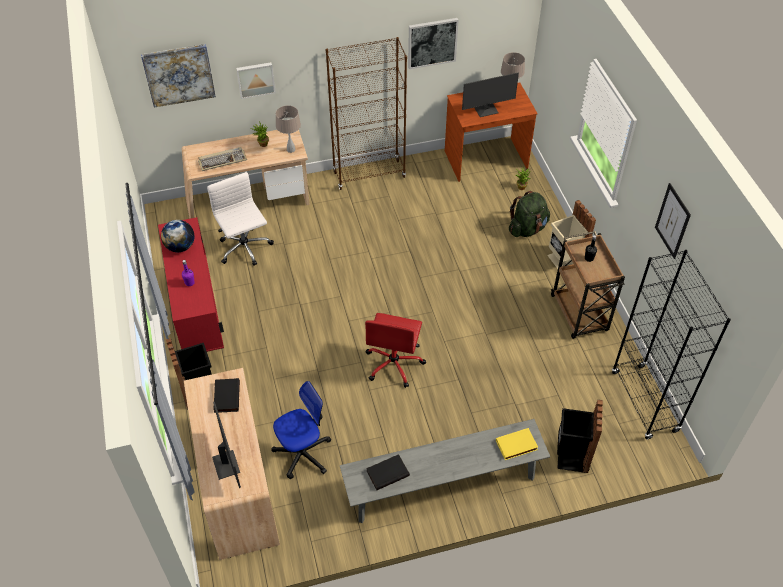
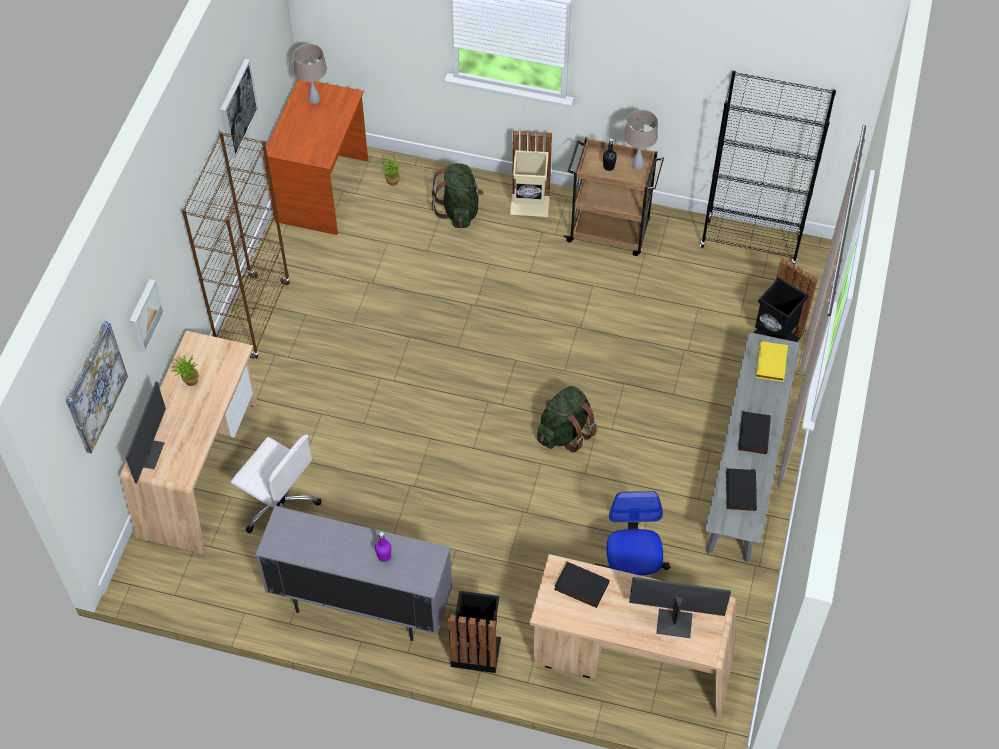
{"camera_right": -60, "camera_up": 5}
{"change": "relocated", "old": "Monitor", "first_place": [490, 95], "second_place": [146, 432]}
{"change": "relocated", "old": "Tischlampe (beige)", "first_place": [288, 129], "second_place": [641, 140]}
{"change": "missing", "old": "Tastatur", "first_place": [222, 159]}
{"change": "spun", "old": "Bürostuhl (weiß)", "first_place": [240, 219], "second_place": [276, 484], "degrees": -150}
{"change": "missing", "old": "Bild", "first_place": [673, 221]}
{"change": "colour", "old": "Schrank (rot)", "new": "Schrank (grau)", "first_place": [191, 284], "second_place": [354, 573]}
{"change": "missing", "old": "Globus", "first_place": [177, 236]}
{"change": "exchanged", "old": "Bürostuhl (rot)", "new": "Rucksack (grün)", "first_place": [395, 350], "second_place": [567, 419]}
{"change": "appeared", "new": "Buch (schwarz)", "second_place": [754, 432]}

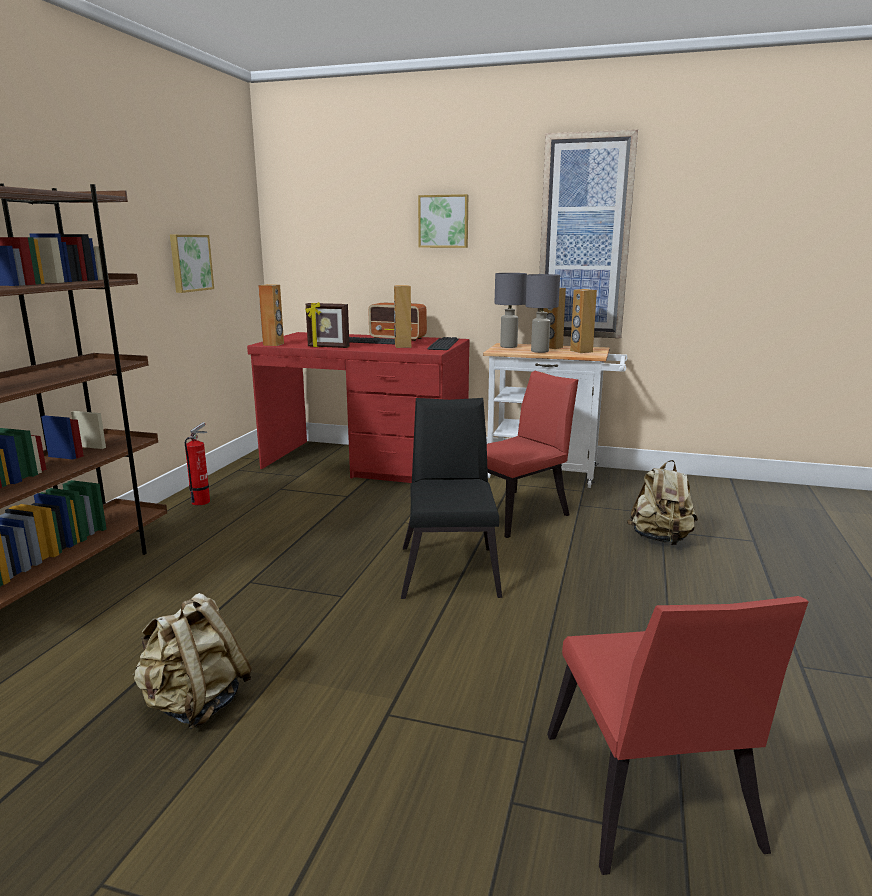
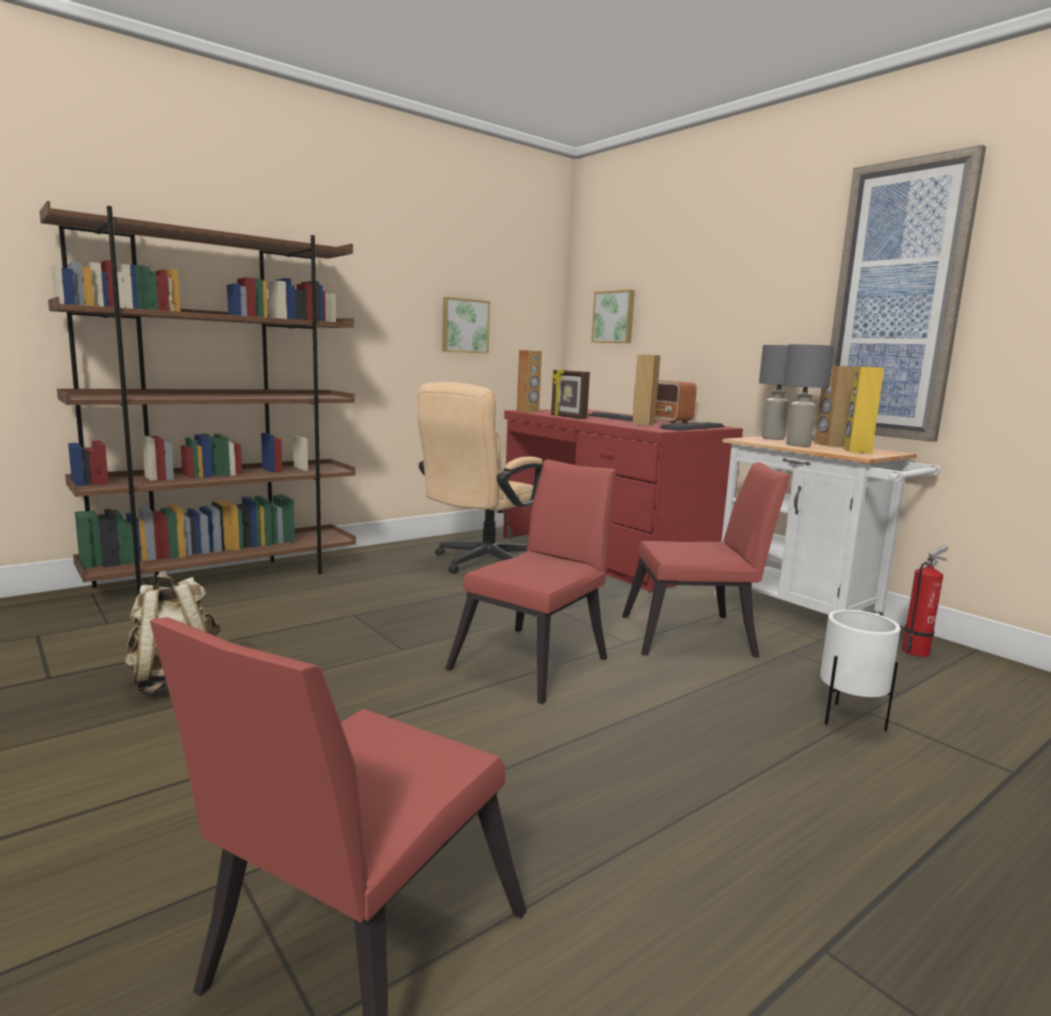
{"camera_right": 35, "camera_up": -5}
{"change": "relocated", "old": "Bild", "first_place": [443, 221], "second_place": [613, 316]}
{"change": "colour", "old": "Lautsprecher (braun)", "new": "Lautsprecher (gelb)", "first_place": [583, 321], "second_place": [864, 410]}
{"change": "colour", "old": "Stuhl (schwarz)", "new": "Stuhl (rot)", "first_place": [451, 498], "second_place": [531, 581]}
{"change": "relocated", "old": "Feuerlöscher", "first_place": [197, 463], "second_place": [925, 601]}
{"change": "exchanged", "old": "Rucksack (beige)", "new": "Pflanzkübel (weiß)", "first_place": [662, 502], "second_place": [860, 670]}
{"change": "appeared", "new": "Bürostuhl (beige)", "second_place": [480, 478]}

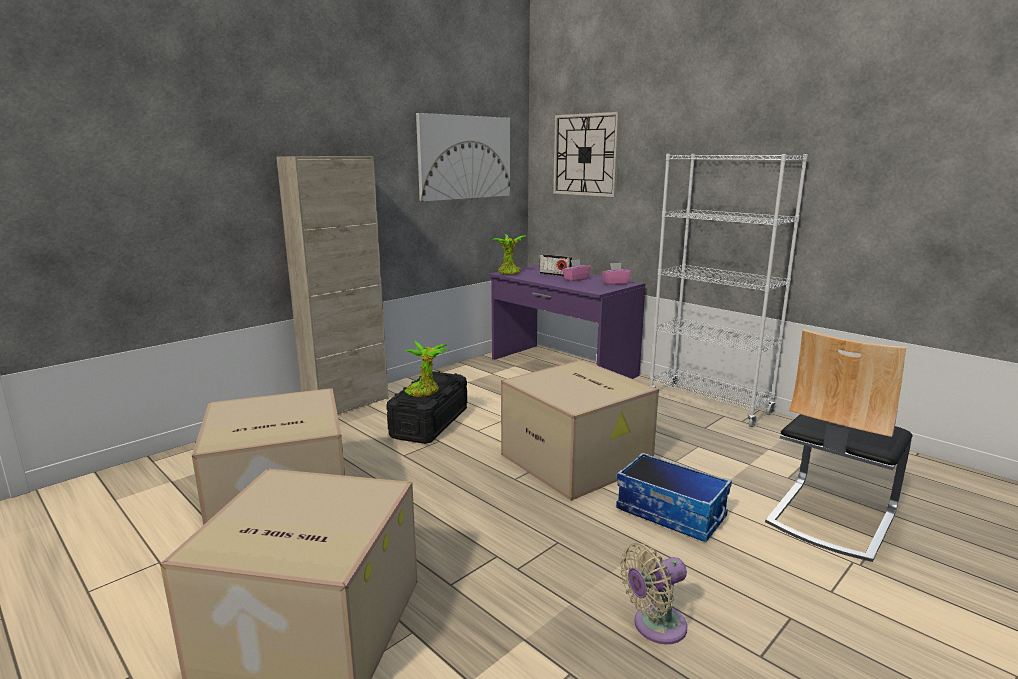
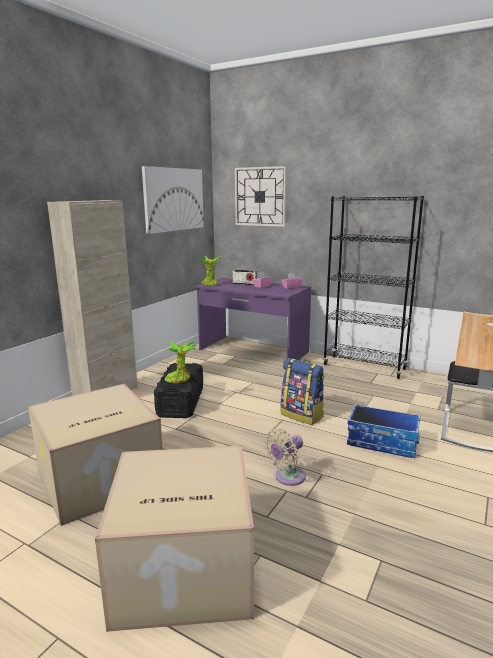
{"camera_right": -15, "camera_up": 0}
{"change": "colour", "old": "Bücherregal (weiß)", "new": "Bücherregal (schwarz)", "first_place": [729, 290], "second_place": [373, 287]}
{"change": "exchanged", "old": "Karton", "new": "Rucksack", "first_place": [580, 430], "second_place": [302, 391]}
{"change": "relocated", "old": "Ventilator (beige)", "first_place": [653, 593], "second_place": [285, 457]}

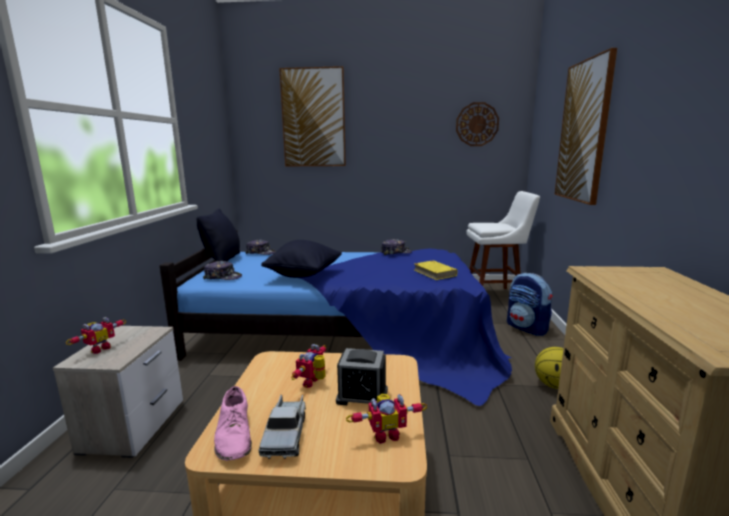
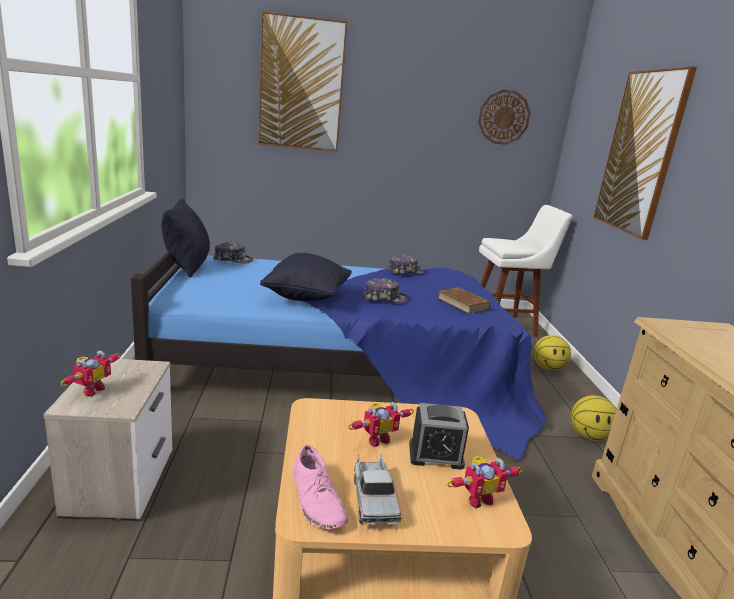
{"camera_right": -10, "camera_up": 5}
{"change": "colour", "old": "Buch (gelb)", "new": "Buch (braun)", "first_place": [435, 270], "second_place": [464, 300]}
{"change": "relocated", "old": "Kappe", "first_place": [222, 270], "second_place": [386, 290]}
{"change": "exchanged", "old": "Rucksack", "new": "Basketball", "first_place": [530, 304], "second_place": [552, 353]}
{"change": "spun", "old": "Spielzeugroboter", "first_place": [308, 366], "second_place": [381, 424], "degrees": -135}

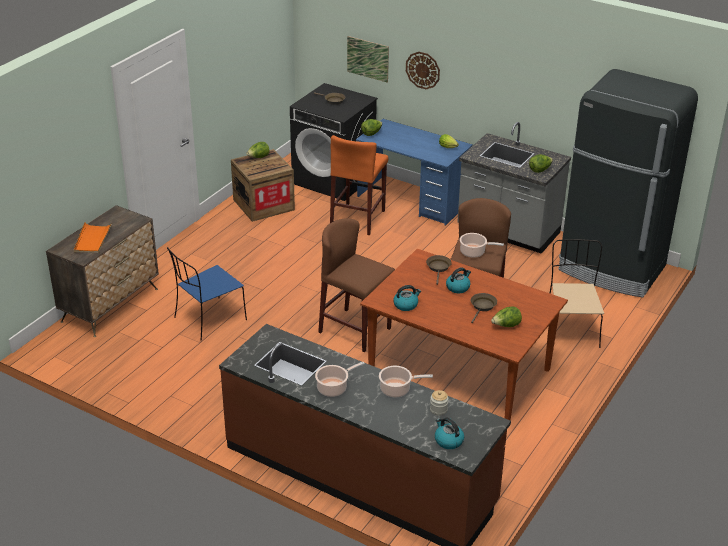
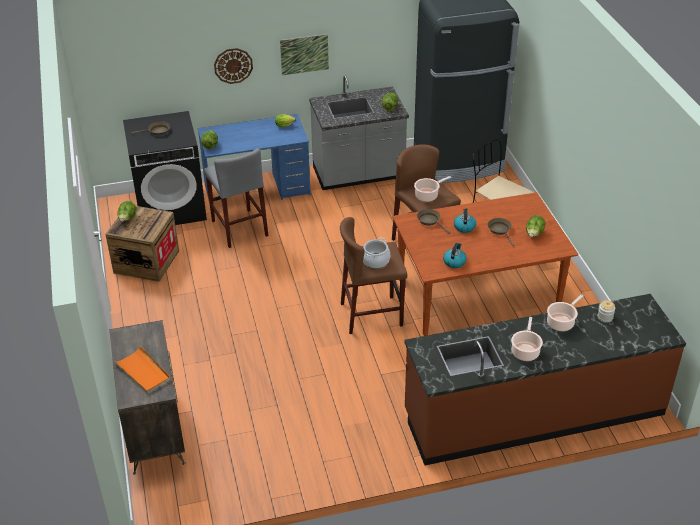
{"camera_right": -45, "camera_up": 5}
{"change": "relocated", "old": "Bild", "first_place": [368, 59], "second_place": [304, 54]}
{"change": "colour", "old": "Hocker (orange)", "new": "Hocker (grau)", "first_place": [359, 185], "second_place": [236, 198]}
{"change": "missing", "old": "Stuhl (blau)", "first_place": [207, 293]}
{"change": "missing", "old": "Wasserkessel", "first_place": [449, 433]}
{"change": "appeared", "new": "Kochtopf", "second_place": [376, 252]}

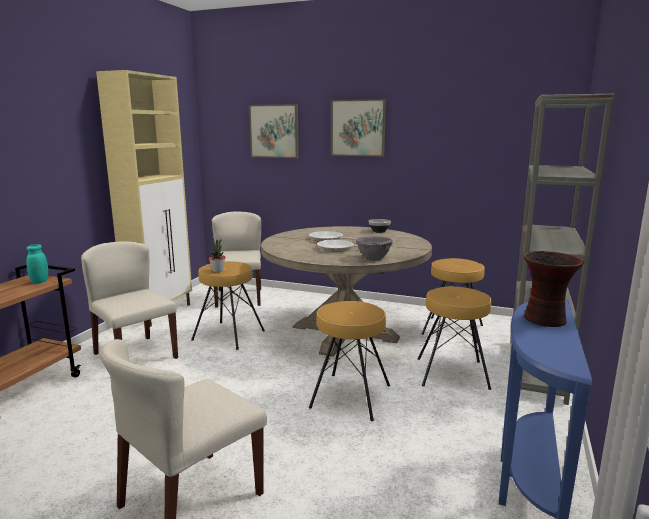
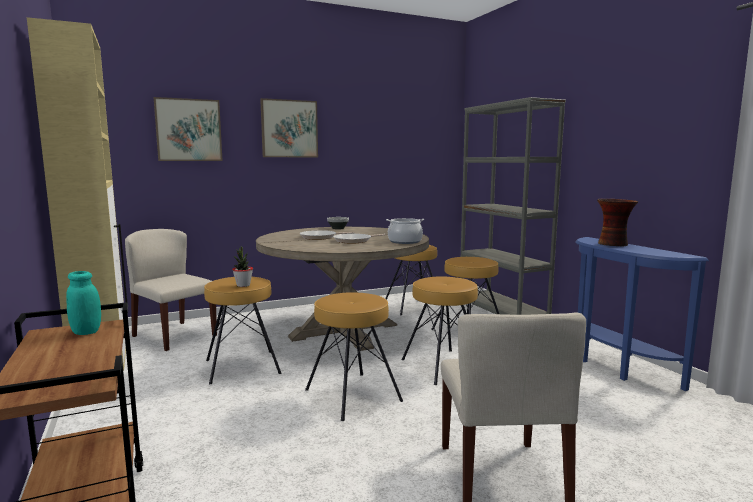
{"camera_right": -45, "camera_up": -5}
{"change": "exchanged", "old": "Schüssel (grau)", "new": "Kochtopf", "first_place": [374, 248], "second_place": [405, 231]}
{"change": "missing", "old": "Stuhl (beige)", "first_place": [129, 300]}
{"change": "appeared", "new": "Hocker (braun)", "second_place": [354, 356]}

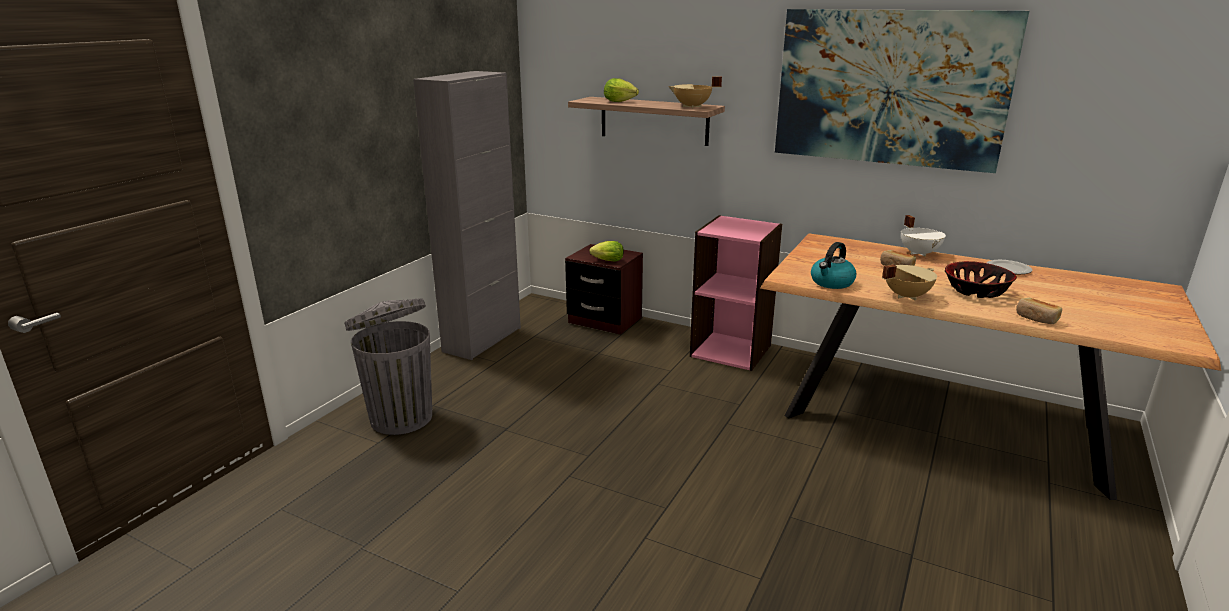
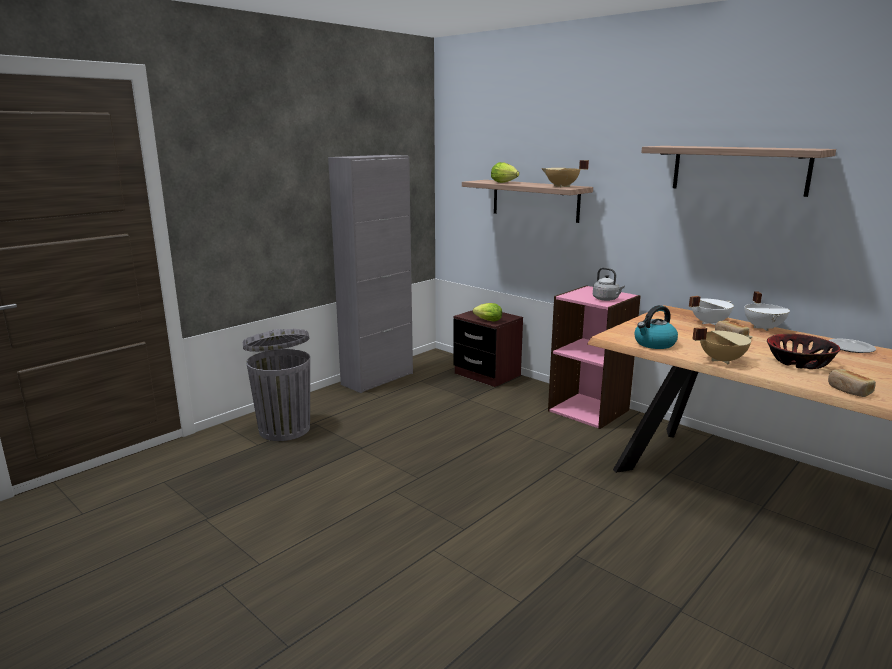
{"camera_right": 15, "camera_up": -5}
{"change": "exchanged", "old": "Bild", "new": "Wandregal", "first_place": [902, 91], "second_place": [738, 171]}
{"change": "appeared", "new": "Wasserkessel (grau)", "second_place": [609, 284]}
{"change": "appeared", "new": "Kochtopf (weiß)", "second_place": [711, 310]}

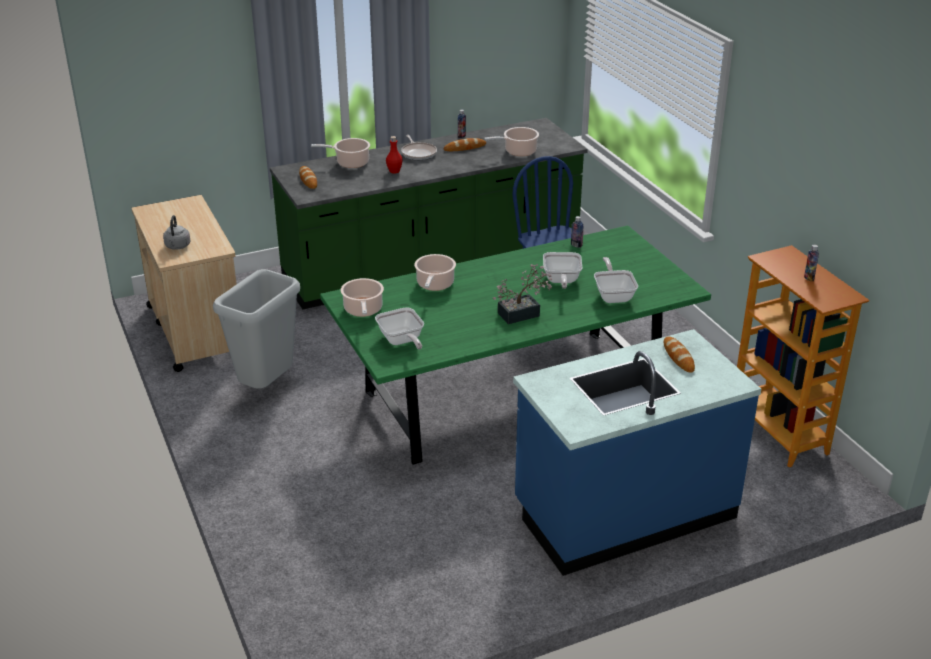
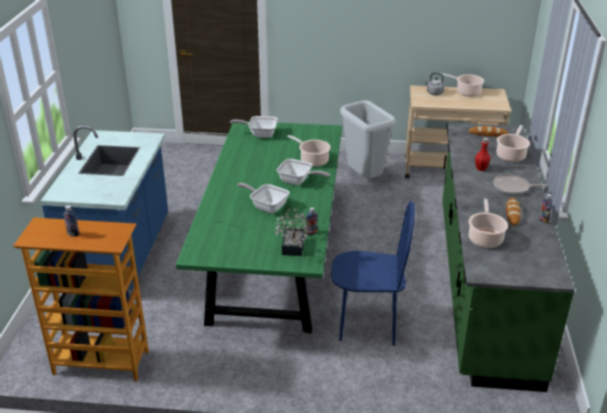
{"camera_right": 120, "camera_up": 0}
{"change": "relocated", "old": "Pfanne", "first_place": [616, 280], "second_place": [303, 172]}
{"change": "relocated", "old": "Topfpflanze", "first_place": [522, 294], "second_place": [293, 232]}
{"change": "relocated", "old": "Kochtopf", "first_place": [362, 297], "second_place": [462, 85]}
{"change": "missing", "old": "Brot", "first_place": [679, 355]}

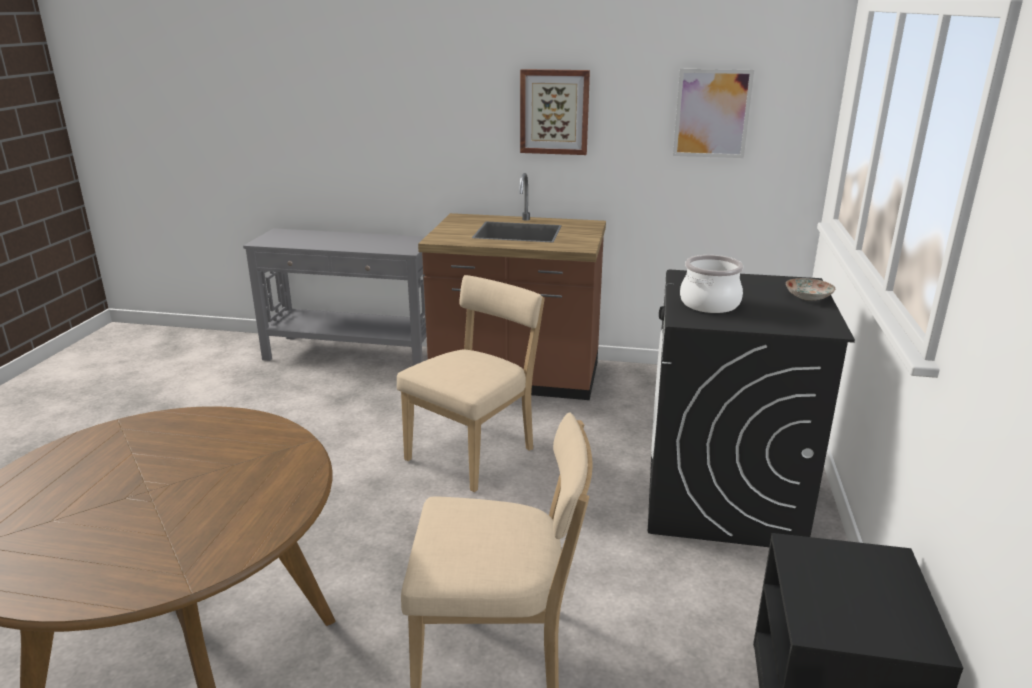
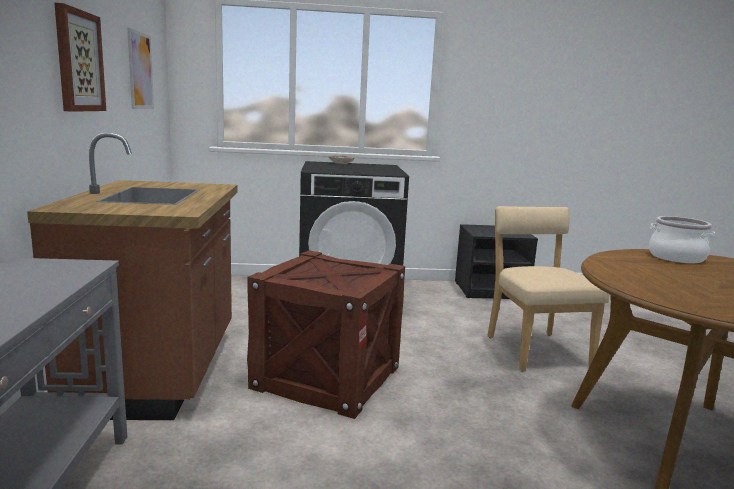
{"camera_right": -105, "camera_up": -10}
{"change": "relocated", "old": "Kochtopf", "first_place": [712, 284], "second_place": [682, 239]}
{"change": "exchanged", "old": "Stuhl (beige)", "new": "Kiste", "first_place": [471, 383], "second_place": [326, 334]}

